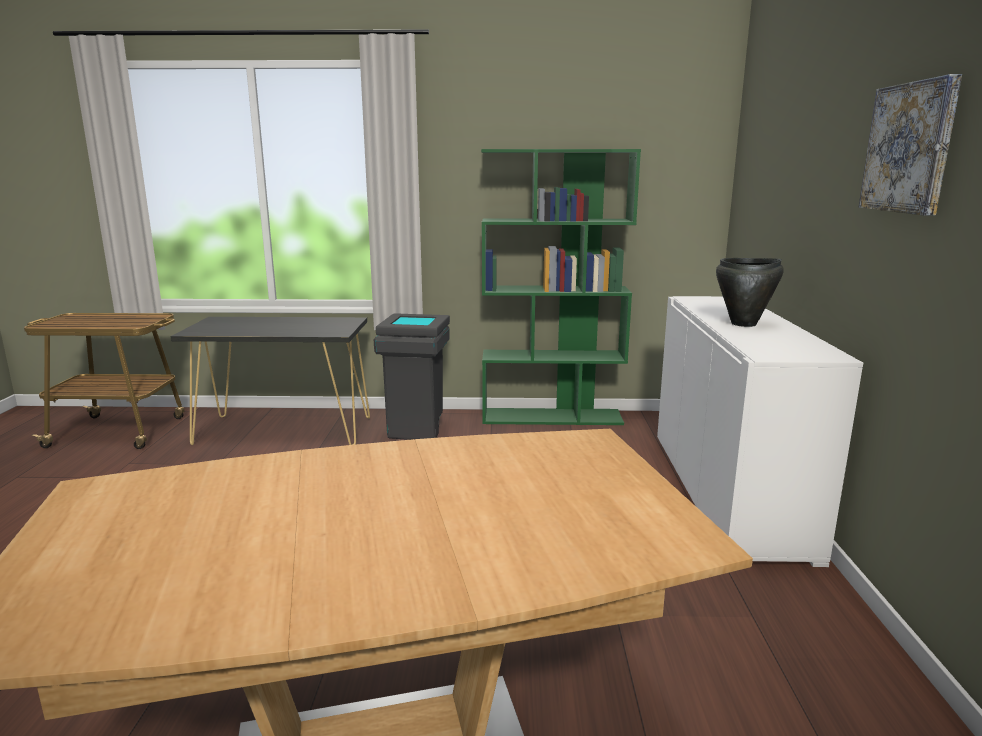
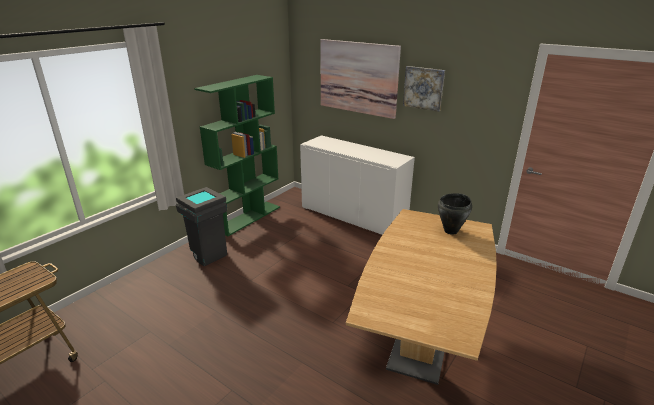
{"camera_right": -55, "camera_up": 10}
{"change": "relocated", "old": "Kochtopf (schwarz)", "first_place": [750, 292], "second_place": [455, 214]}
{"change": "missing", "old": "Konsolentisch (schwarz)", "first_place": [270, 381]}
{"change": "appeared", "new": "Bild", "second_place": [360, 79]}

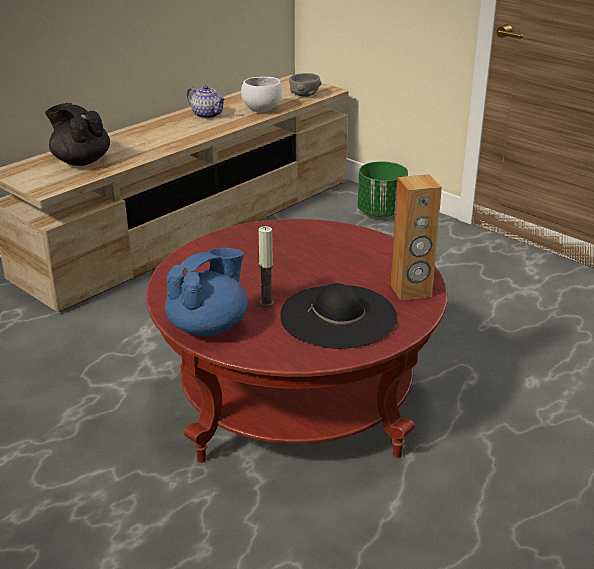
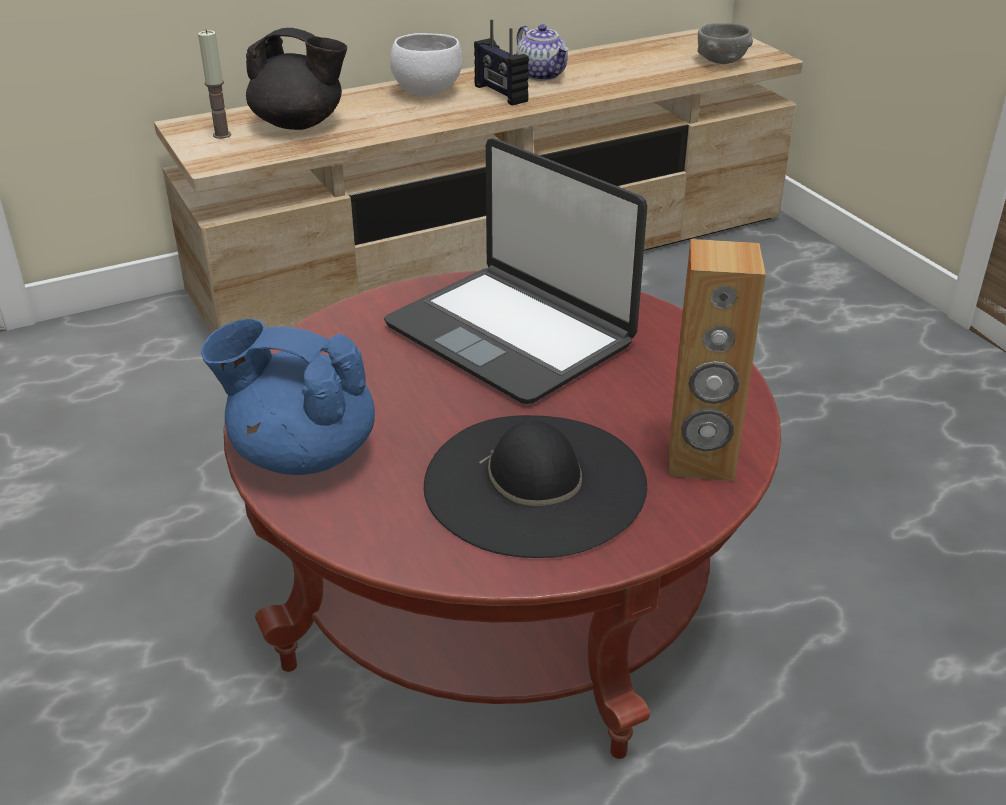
{"camera_right": 20, "camera_up": 5}
{"change": "relocated", "old": "Schüssel (weiß)", "first_place": [261, 94], "second_place": [426, 65]}
{"change": "spun", "old": "Teekanne (schwarz)", "first_place": [77, 134], "second_place": [296, 79], "degrees": 135}
{"change": "missing", "old": "Pflanzkübel (grün)", "first_place": [383, 189]}
{"change": "relocated", "old": "Kerze", "first_place": [266, 266], "second_place": [214, 84]}
{"change": "spun", "old": "Teekanne (blau)", "first_place": [206, 292], "second_place": [288, 397], "degrees": -135}
{"change": "appeared", "new": "Radio", "second_place": [501, 62]}
{"change": "appeared", "new": "Laptop", "second_place": [515, 271]}

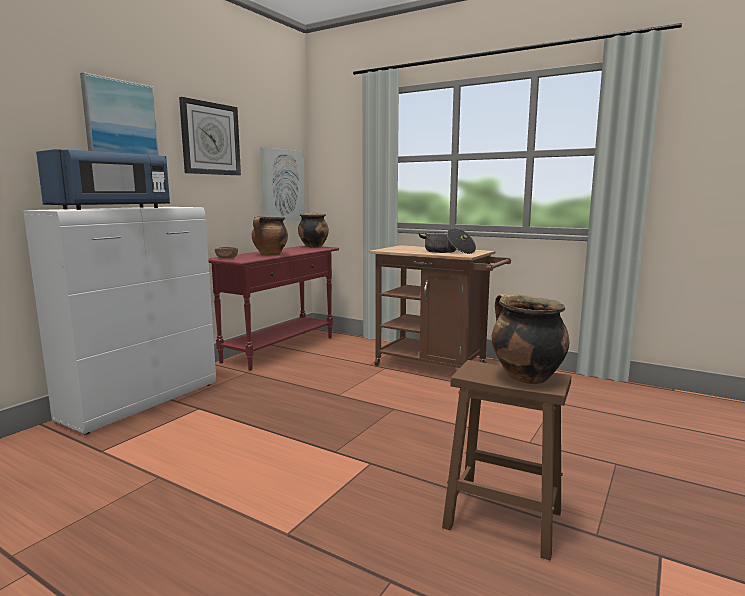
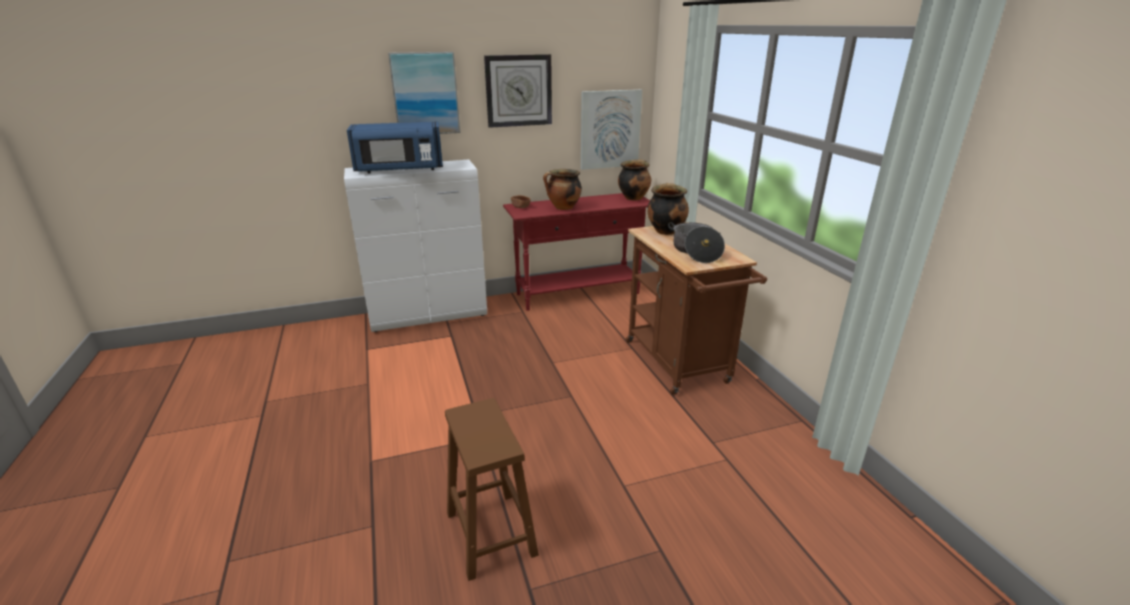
{"camera_right": 40, "camera_up": 15}
{"change": "relocated", "old": "Kochtopf", "first_place": [530, 339], "second_place": [668, 209]}

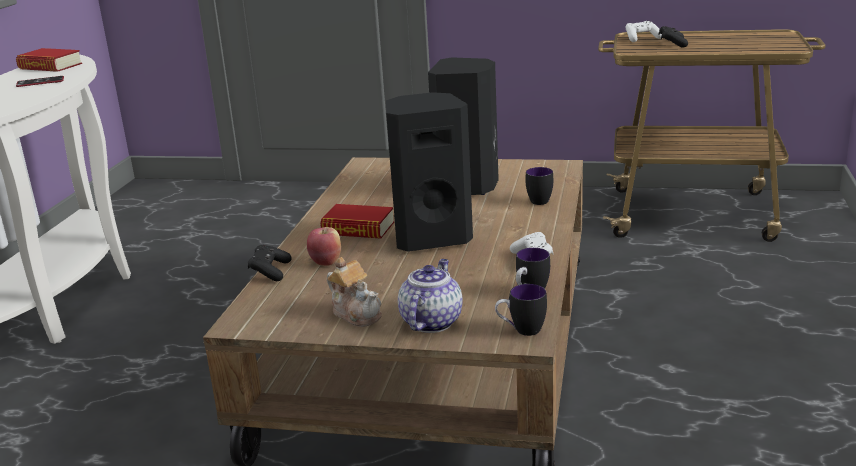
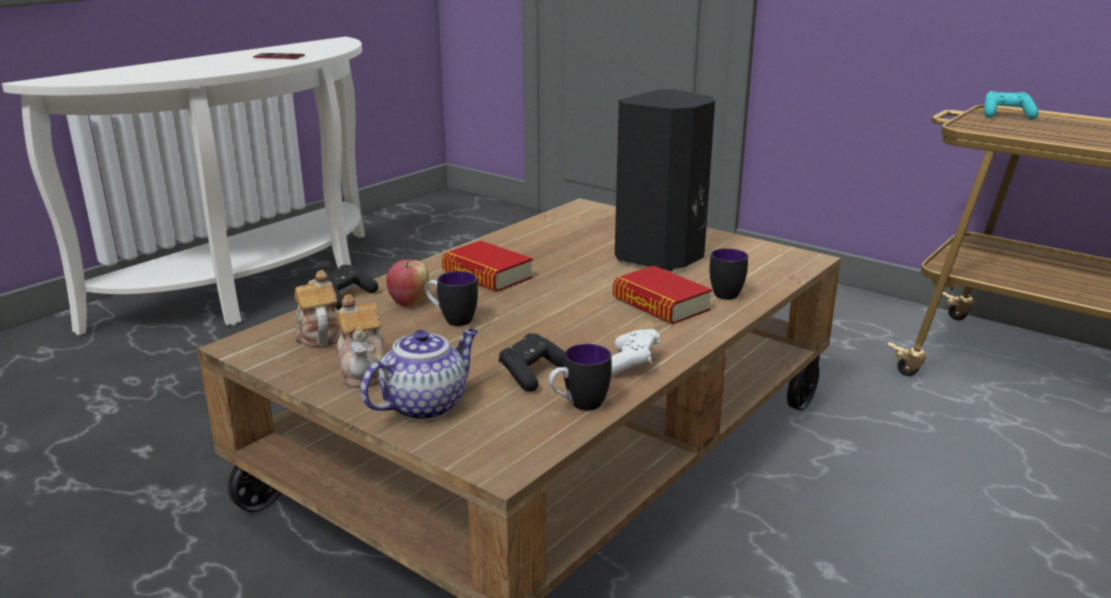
{"camera_right": 25, "camera_up": 0}
{"change": "colour", "old": "Gamepad (weiß)", "new": "Gamepad (türkis)", "first_place": [643, 31], "second_place": [1011, 105]}
{"change": "relocated", "old": "Gamepad (schwarz)", "first_place": [673, 37], "second_place": [532, 362]}
{"change": "relocated", "old": "Buch", "first_place": [49, 60], "second_place": [662, 295]}
{"change": "missing", "old": "Lautsprecher (schwarz)", "first_place": [429, 172]}
{"change": "relocated", "old": "Henkelbecher", "first_place": [521, 310], "second_place": [451, 298]}
{"change": "appeared", "new": "Teekanne", "second_place": [317, 308]}

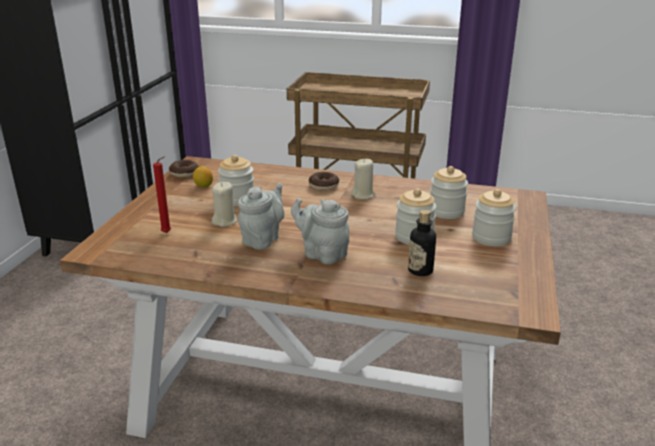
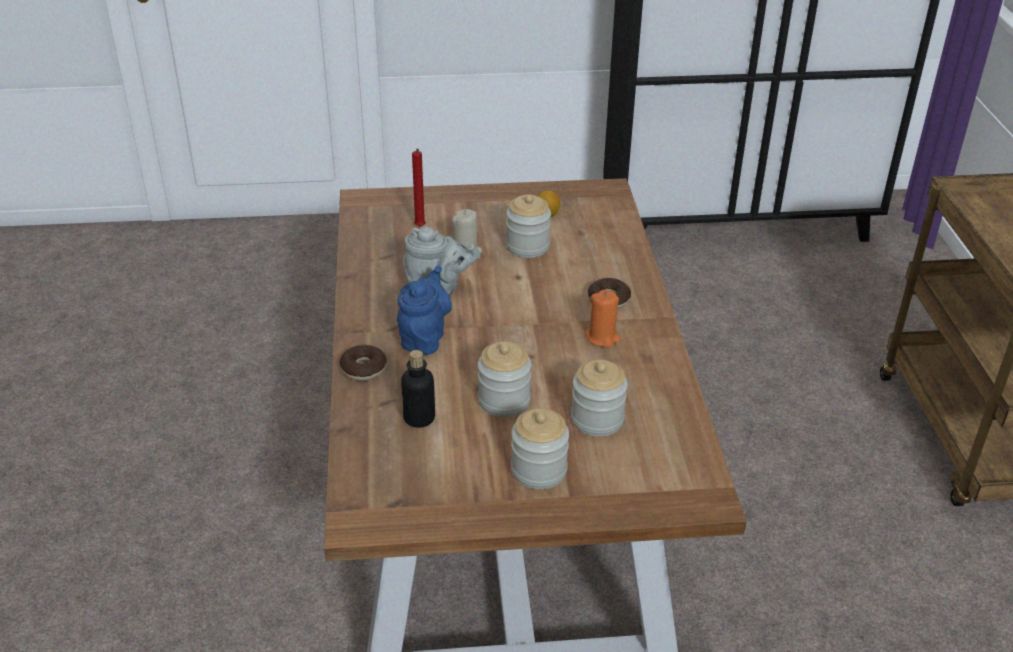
{"camera_right": 70, "camera_up": 10}
{"change": "colour", "old": "Kerze (beige)", "new": "Kerze (orange)", "first_place": [363, 178], "second_place": [603, 318]}
{"change": "relocated", "old": "Donut", "first_place": [184, 168], "second_place": [363, 363]}
{"change": "colour", "old": "Teekanne (grau)", "new": "Teekanne (blau)", "first_place": [320, 231], "second_place": [424, 310]}

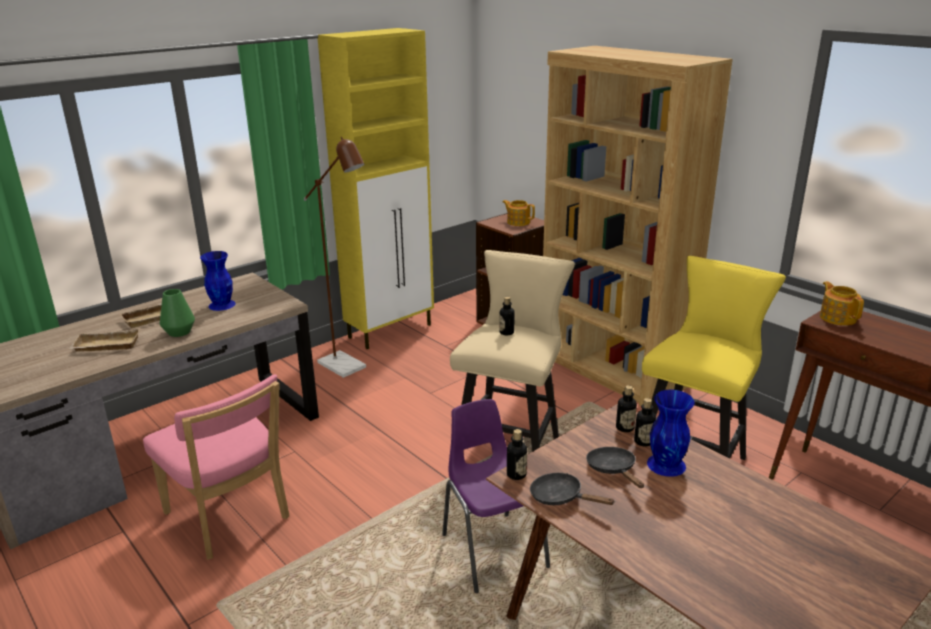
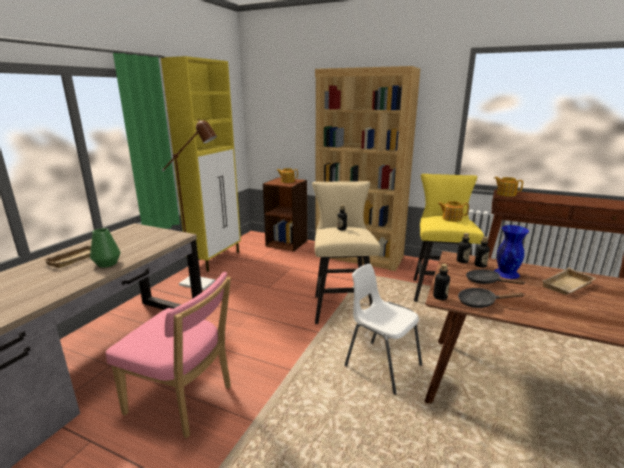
{"camera_right": -25, "camera_up": -5}
{"change": "missing", "old": "Vase (blau)", "first_place": [218, 281]}
{"change": "relocated", "old": "Tablett (beige)", "first_place": [104, 340], "second_place": [569, 281]}
{"change": "colour", "old": "Stuhl (lila)", "new": "Stuhl (weiß)", "first_place": [496, 496], "second_place": [383, 329]}
{"change": "appeared", "new": "Teekanne", "second_place": [453, 211]}

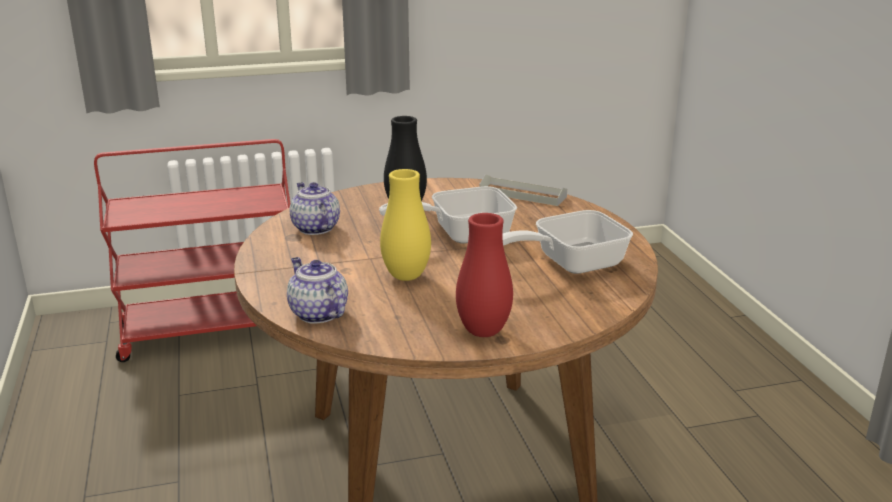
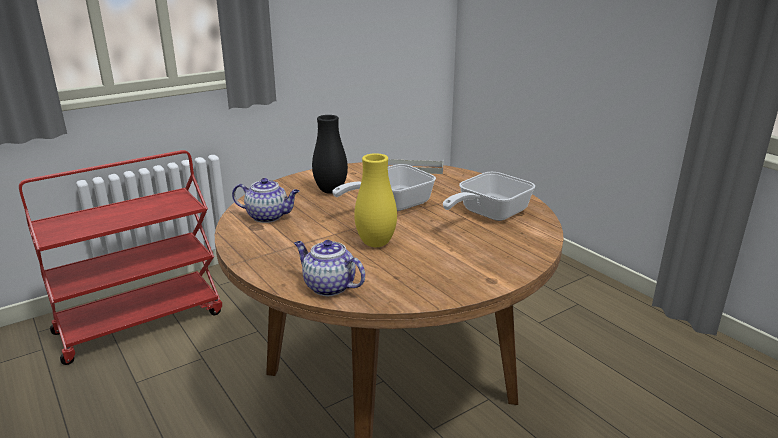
{"camera_right": -20, "camera_up": 0}
{"change": "spun", "old": "Teekanne", "first_place": [315, 208], "second_place": [265, 200], "degrees": 150}
{"change": "missing", "old": "Vase (rot)", "first_place": [484, 275]}

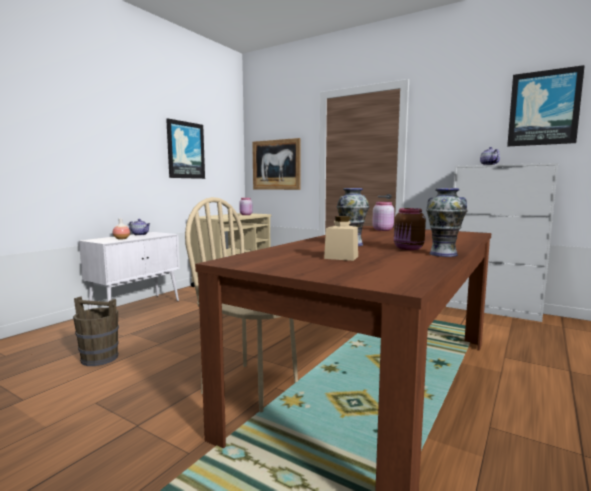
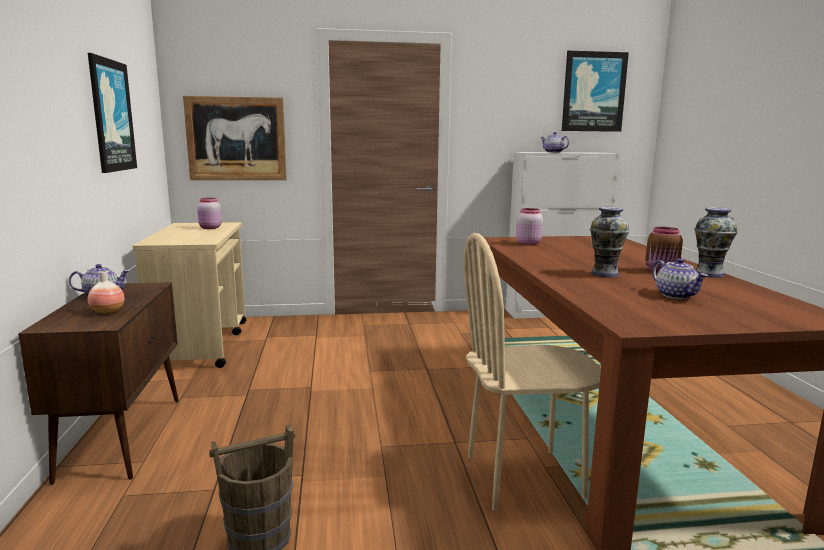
{"camera_right": -40, "camera_up": 5}
{"change": "exchanged", "old": "Vorratsglas (beige)", "new": "Teekanne", "first_place": [341, 238], "second_place": [680, 278]}
{"change": "colour", "old": "Schrank (weiß)", "new": "Schrank (braun)", "first_place": [129, 270], "second_place": [98, 383]}

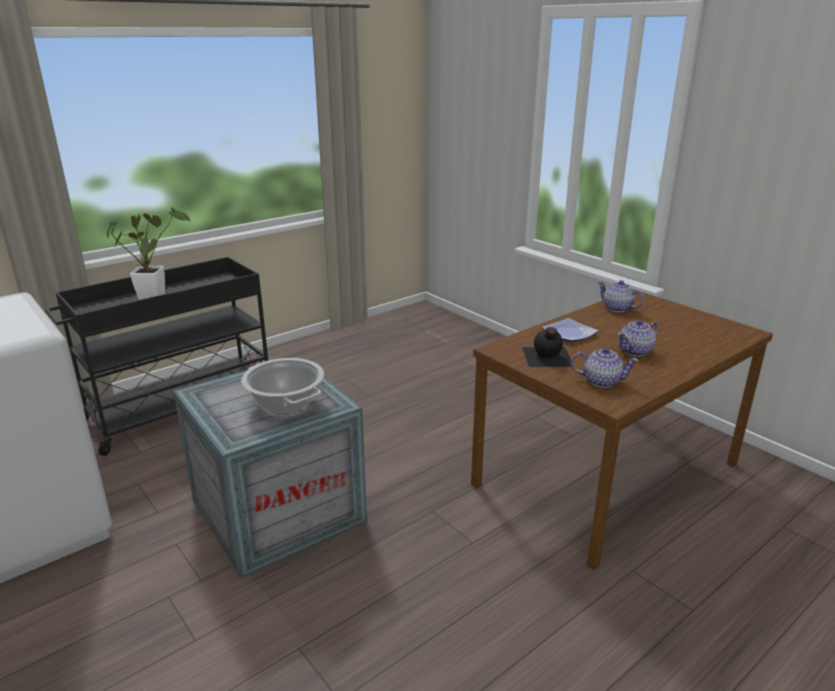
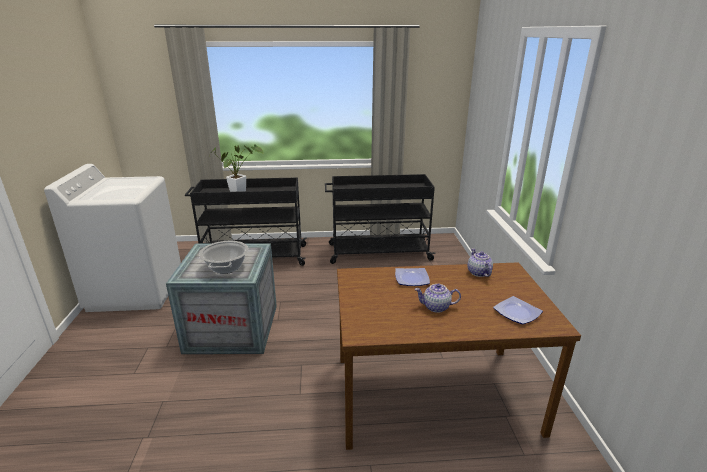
{"camera_right": 35, "camera_up": 0}
{"change": "missing", "old": "Flasche (schwarz)", "first_place": [547, 347]}
{"change": "missing", "old": "Teekanne", "first_place": [605, 368]}
{"change": "appeared", "new": "Rollwagen (schwarz)", "second_place": [380, 219]}
{"change": "appeared", "new": "Teller", "second_place": [518, 310]}

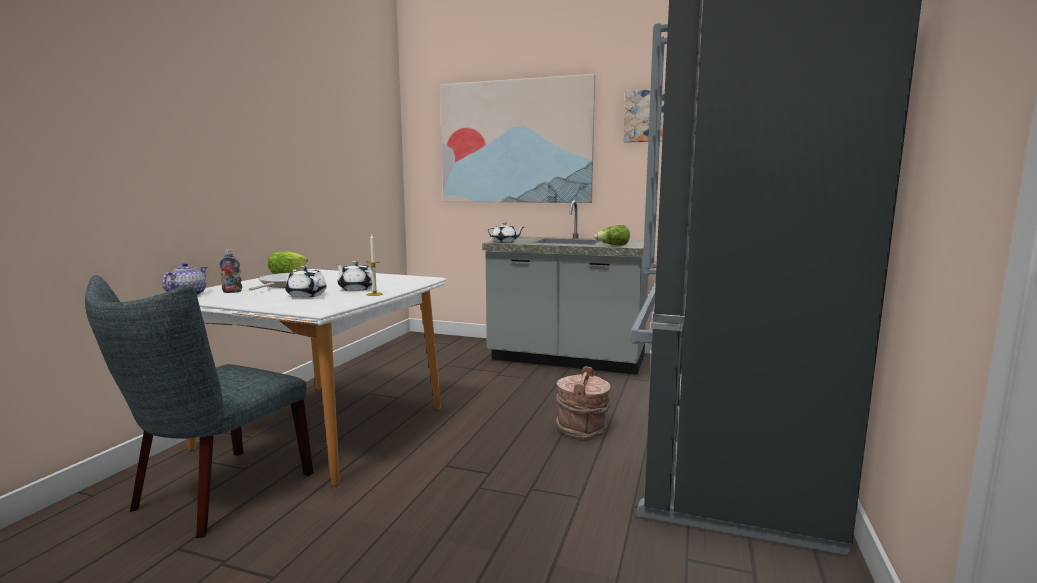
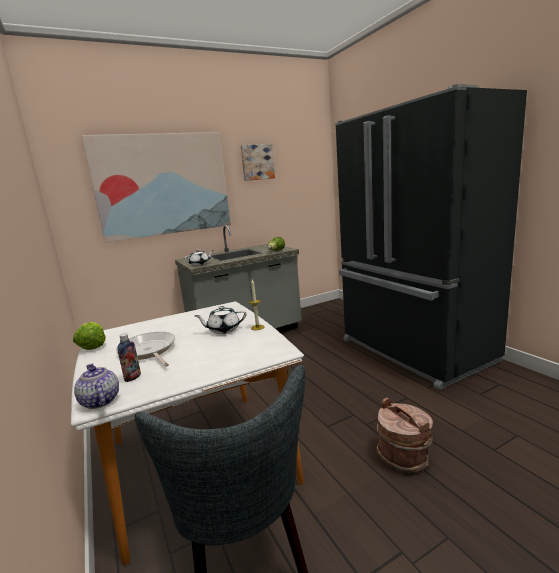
{"camera_right": -45, "camera_up": 5}
{"change": "missing", "old": "Teekanne (weiß)", "first_place": [306, 282]}
{"change": "relocated", "old": "Eimer (braun)", "first_place": [583, 402], "second_place": [404, 435]}

